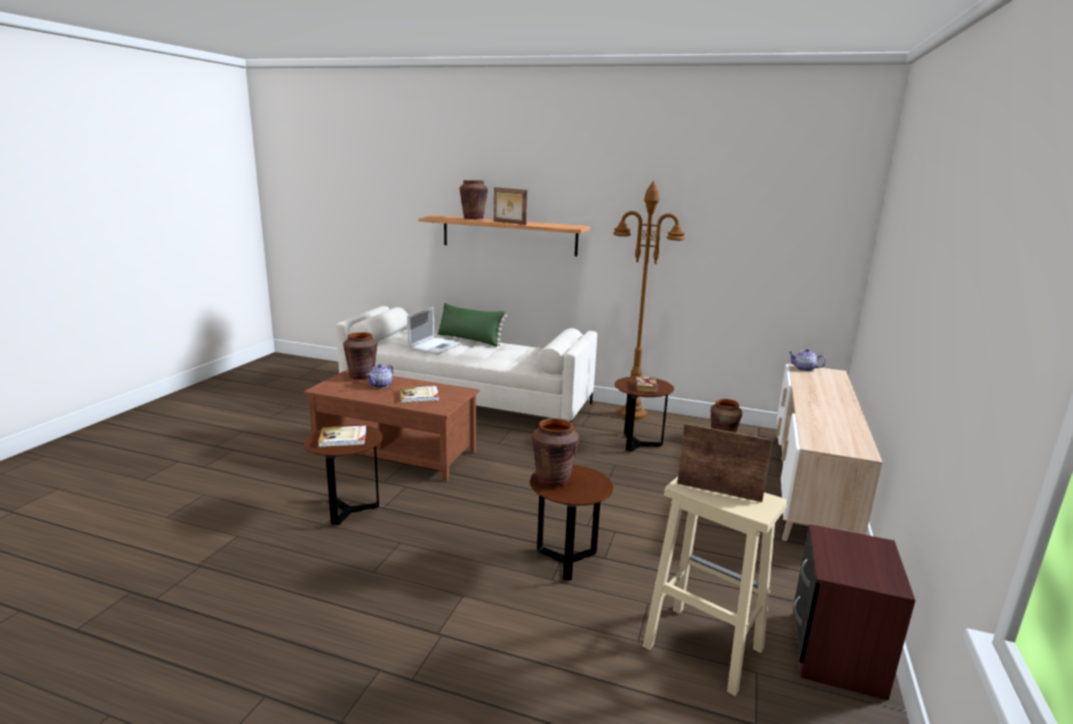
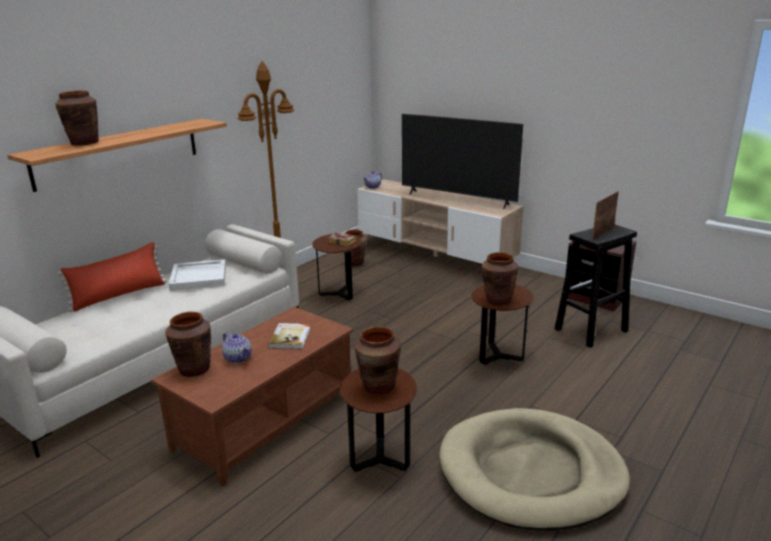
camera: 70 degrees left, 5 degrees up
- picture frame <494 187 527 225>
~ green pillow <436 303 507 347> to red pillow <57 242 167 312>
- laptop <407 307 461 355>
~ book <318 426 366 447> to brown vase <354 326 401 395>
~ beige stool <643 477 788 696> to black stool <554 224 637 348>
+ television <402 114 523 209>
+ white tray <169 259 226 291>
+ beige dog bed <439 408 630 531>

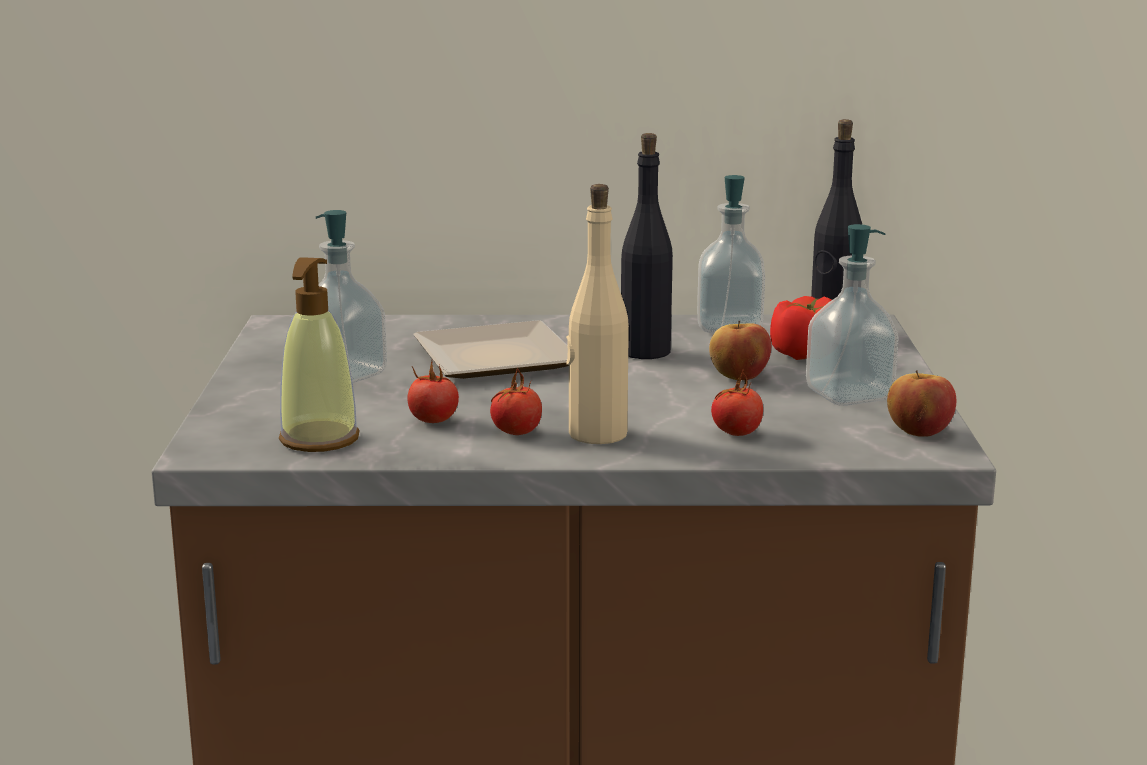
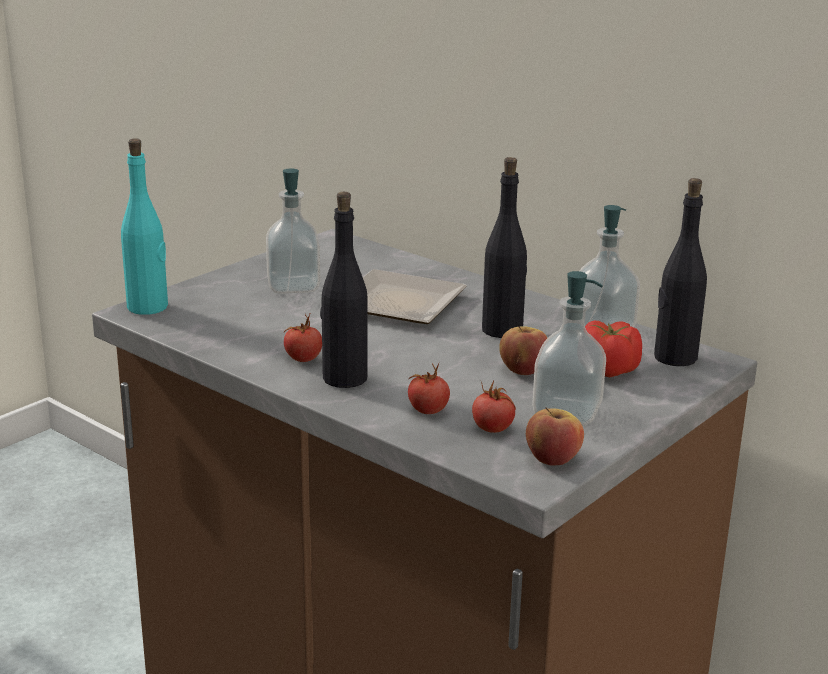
camera: 40 degrees right, 5 degrees up
~ beige bottle <566 184 629 444> to black bottle <320 192 368 388>
- soap dispenser <279 257 360 452>
~ tomato <407 361 459 423> to <472 381 516 433>
+ turquoise bottle <121 138 168 315>

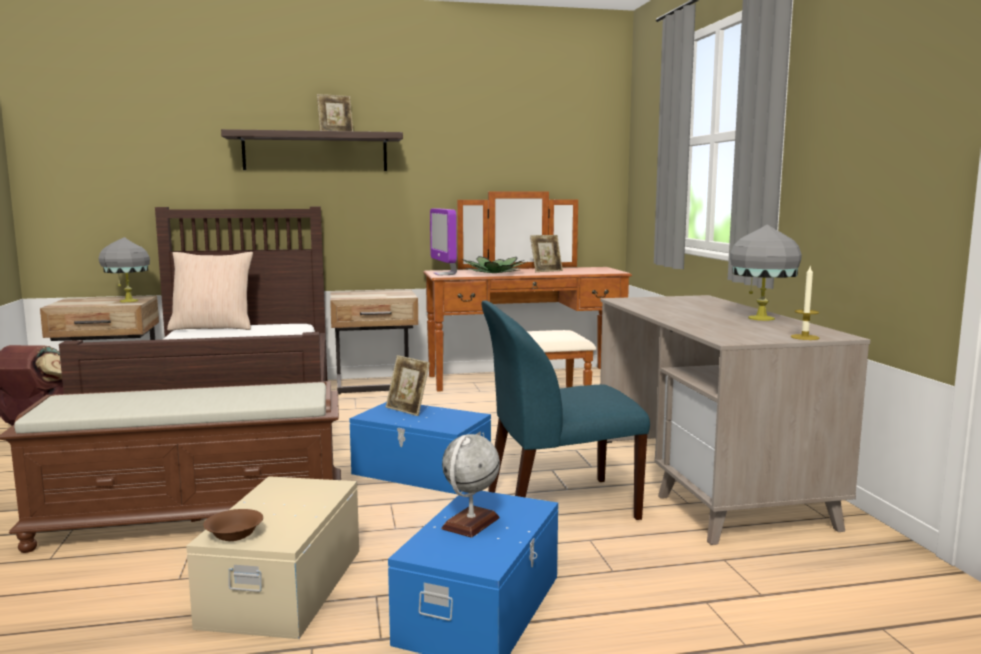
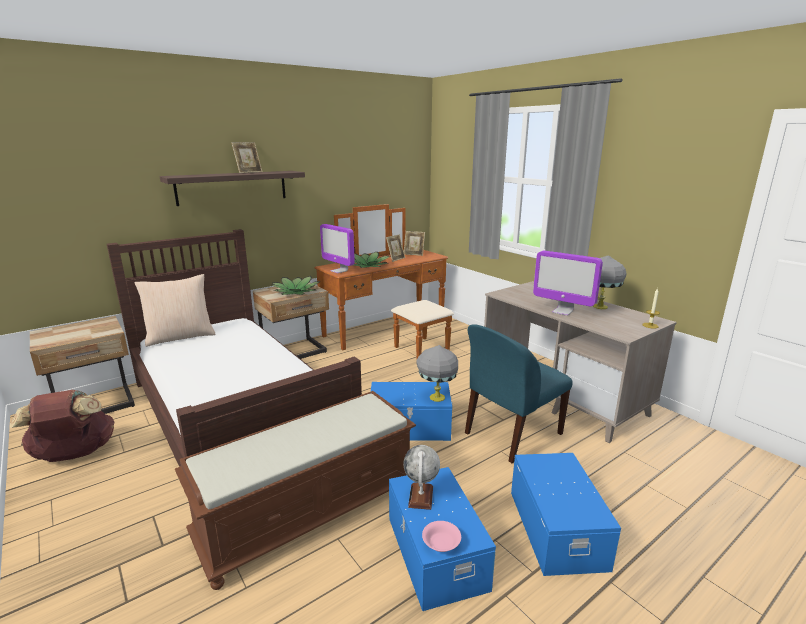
camera: 25 degrees left, 10 degrees up
~ grey table lamp <98 237 150 302> to <416 345 458 402>
~ picture frame <386 355 430 416> to <404 231 425 256>
~ globe <441 434 500 538> to <403 445 440 510>
~ beige storage box <186 476 359 639> to blue storage box <389 467 496 611>
~ brown bowl <203 509 263 541> to pink bowl <422 521 461 552>
+ monitor <533 251 603 316>
+ potted plant <272 276 320 295>

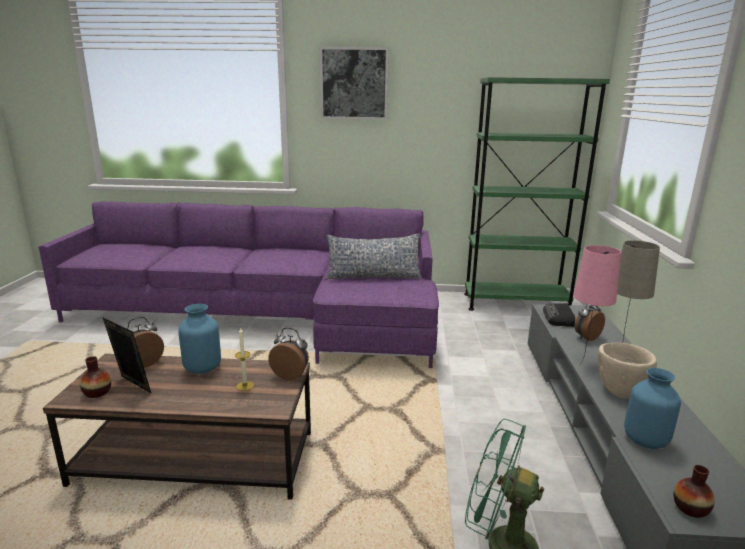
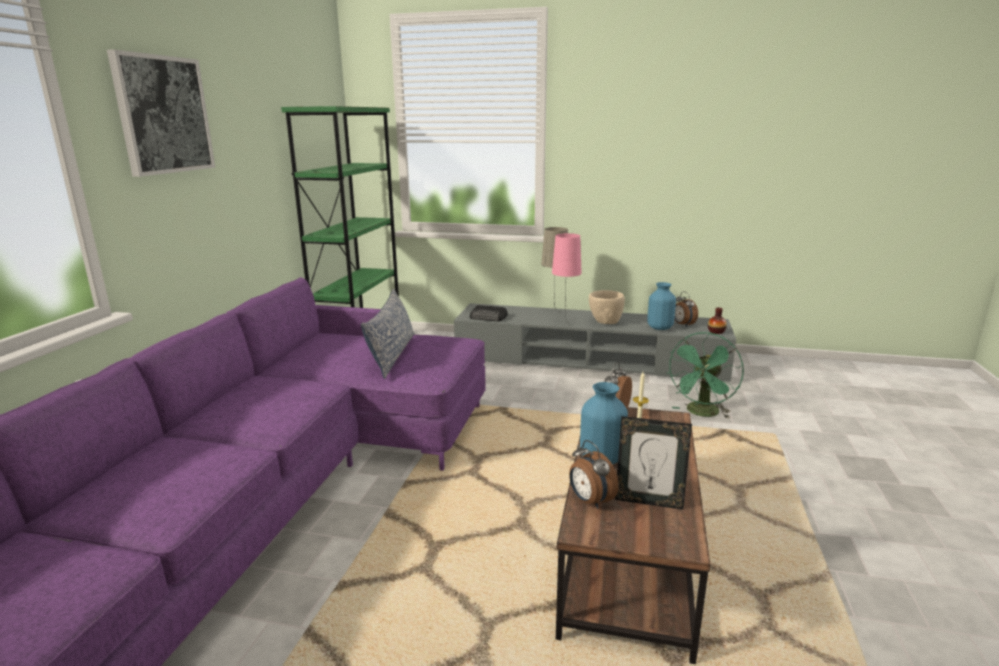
camera: 80 degrees left, 0 degrees up
~ alarm clock <575 304 605 341> to <674 291 698 327>
~ picture frame <103 318 152 394> = <615 416 692 510> 120 degrees counterclockwise
- vase <80 356 111 398>

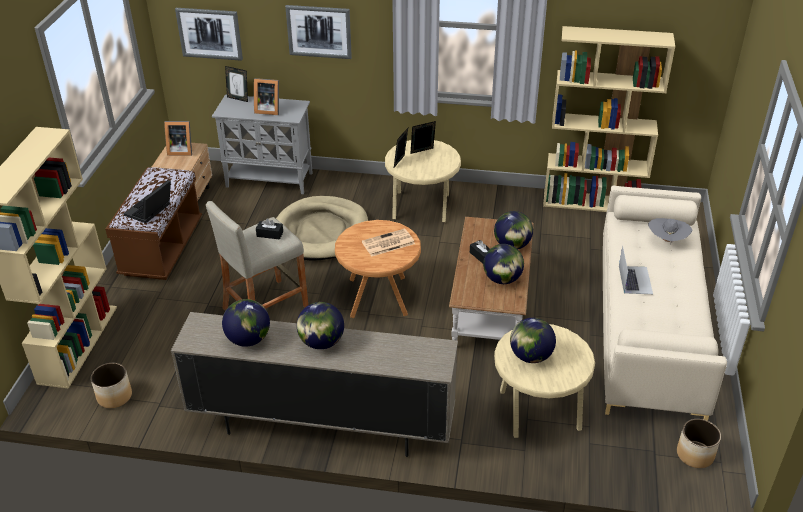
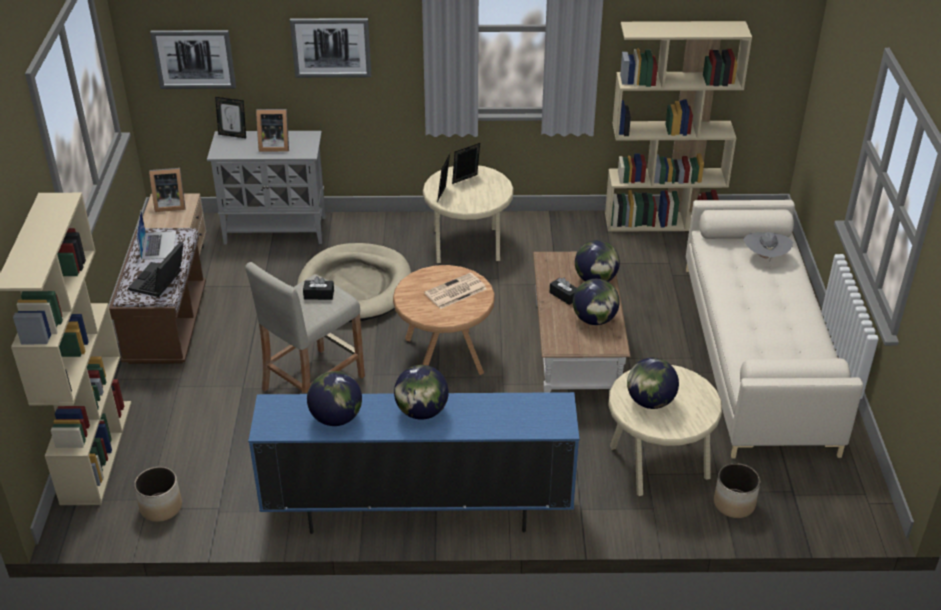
camera: 10 degrees left, 0 degrees up
~ laptop <619 246 653 294> to <136 211 176 260>
~ beige tv stand <171 312 458 457> to blue tv stand <248 392 579 534>
~ planter <677 419 721 468> to <714 463 760 518>

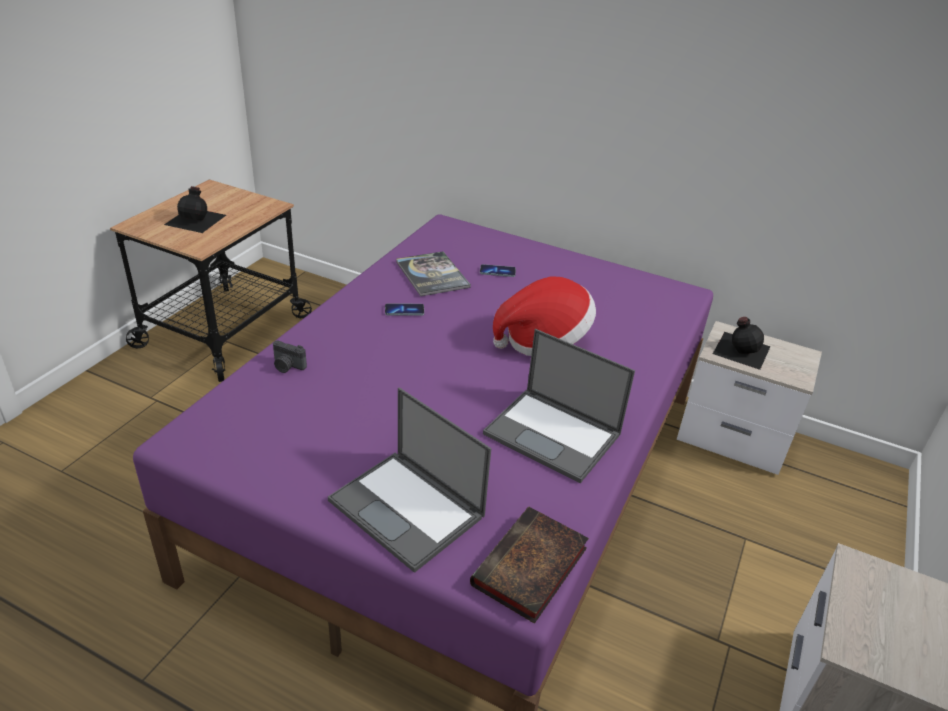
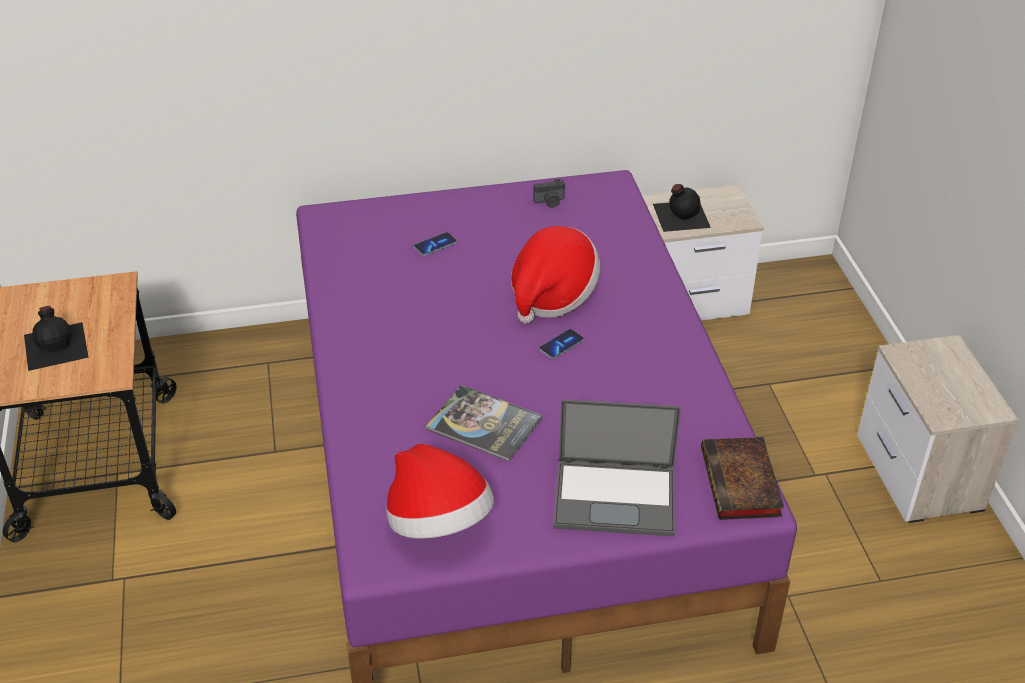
camera: 35 degrees left, 5 degrees up
~ book <396 251 471 296> to <426 385 542 462>
~ phone <385 303 424 316> to <539 329 584 359>
- laptop <483 329 635 483>
~ photo camera <273 340 307 373> to <533 179 565 208>
+ hat <386 444 494 539>

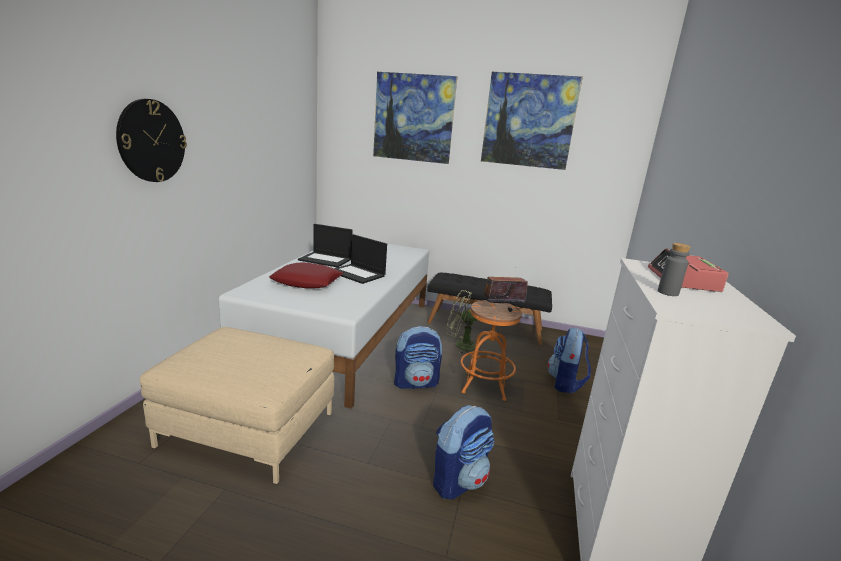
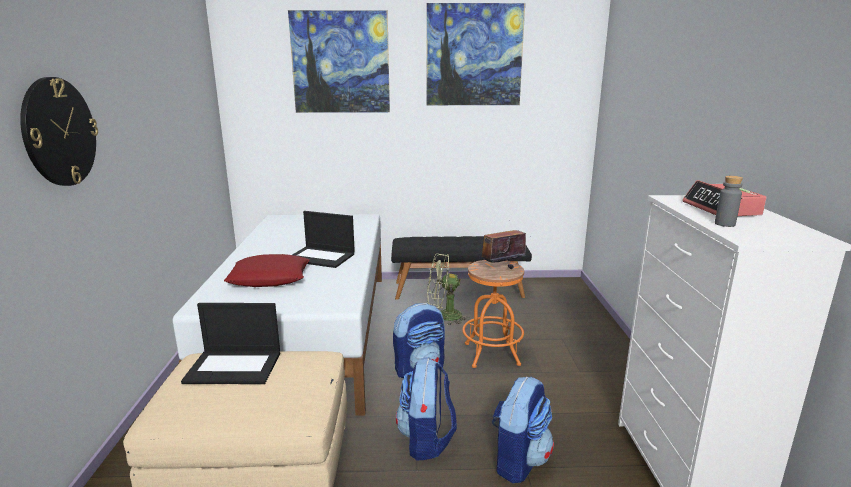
camera: 15 degrees left, 0 degrees up
~ laptop <298 224 352 268> to <181 303 280 384>
~ backpack <548 328 591 393> to <396 357 457 460>

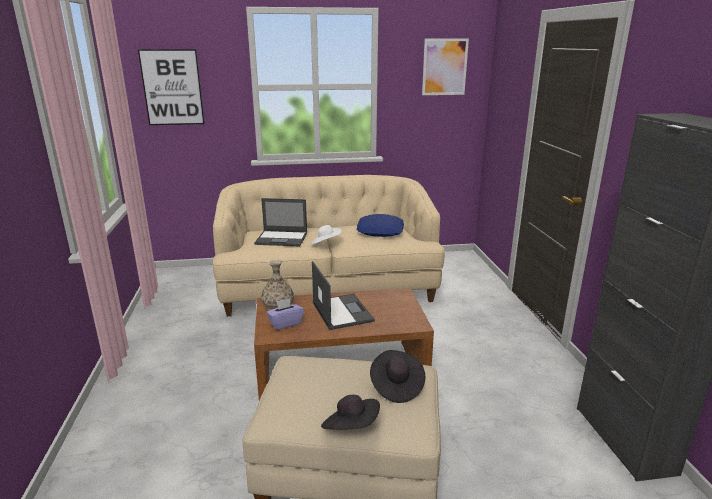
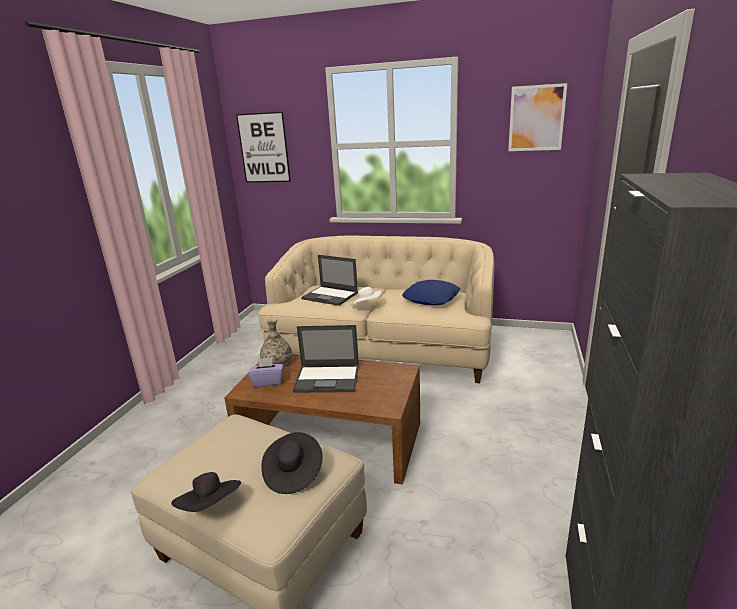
camera: 25 degrees right, 0 degrees up
~ laptop <312 261 375 330> = <292 325 359 393> 90 degrees clockwise

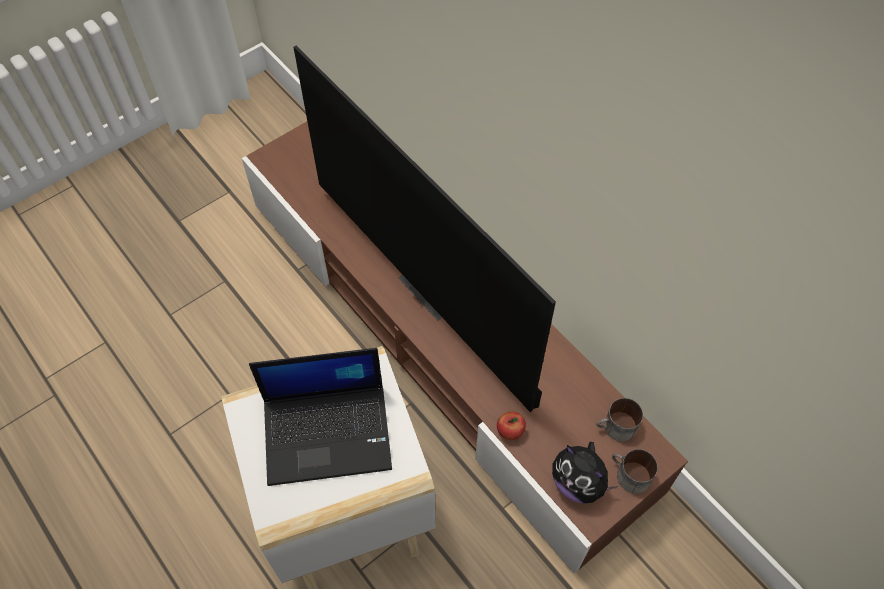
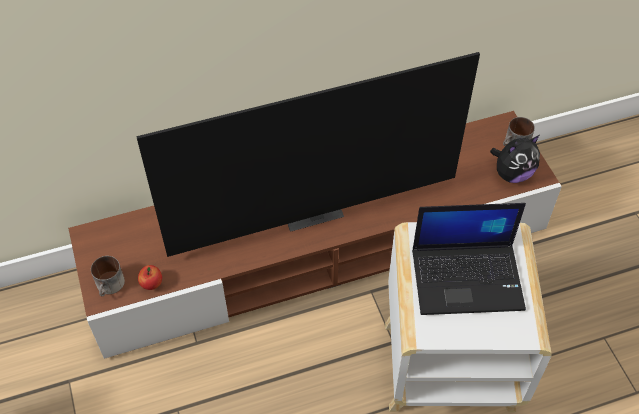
camera: 70 degrees left, 5 degrees down
~ laptop <249 348 392 486> = <412 203 526 315> 75 degrees clockwise
~ mug <596 398 643 441> to <91 256 125 296>
~ apple <497 412 526 440> to <138 265 162 290>

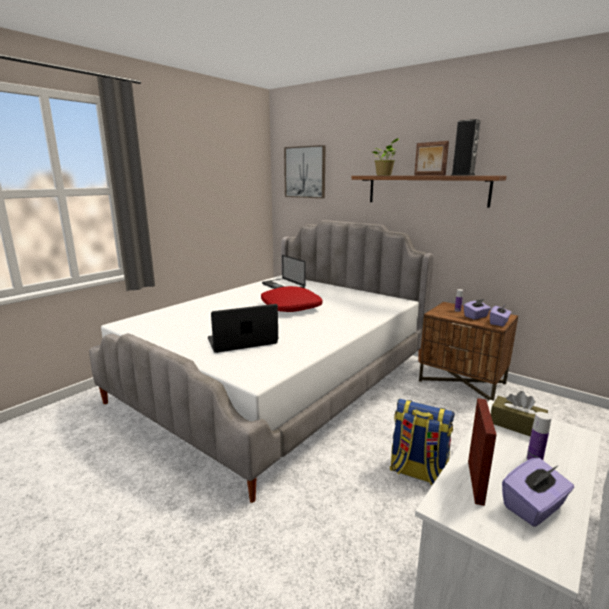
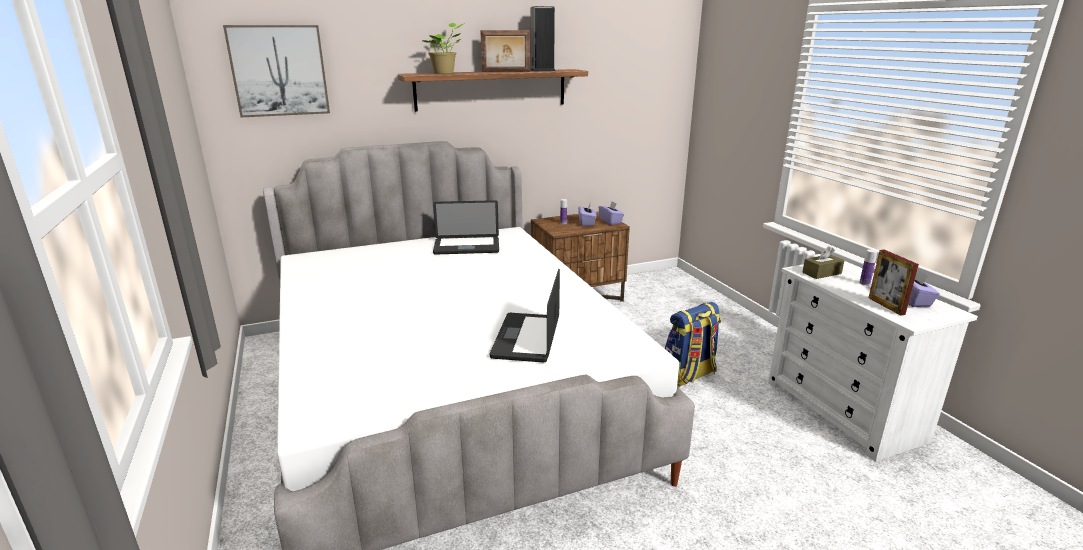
camera: 60 degrees left, 5 degrees up
~ laptop <262 255 306 289> to <433 200 499 254>
- red pillow <261 286 323 312>
~ picture frame <468 398 497 506> = <869 249 919 316> 150 degrees counterclockwise

